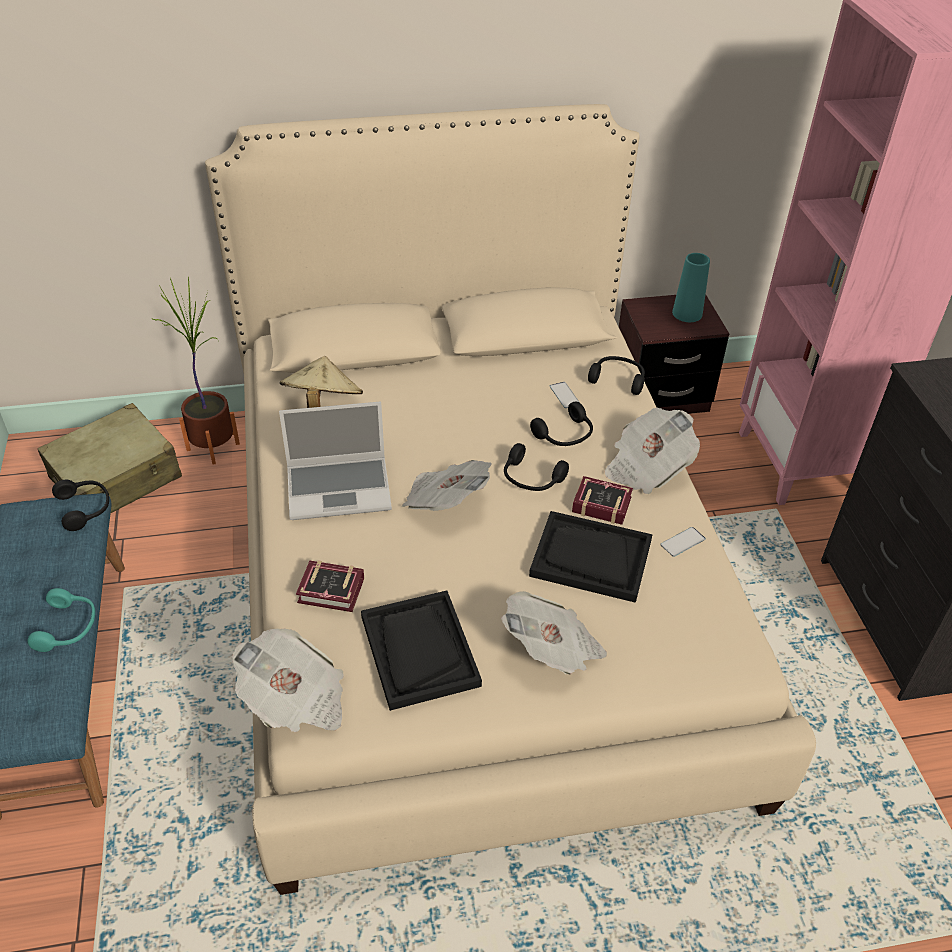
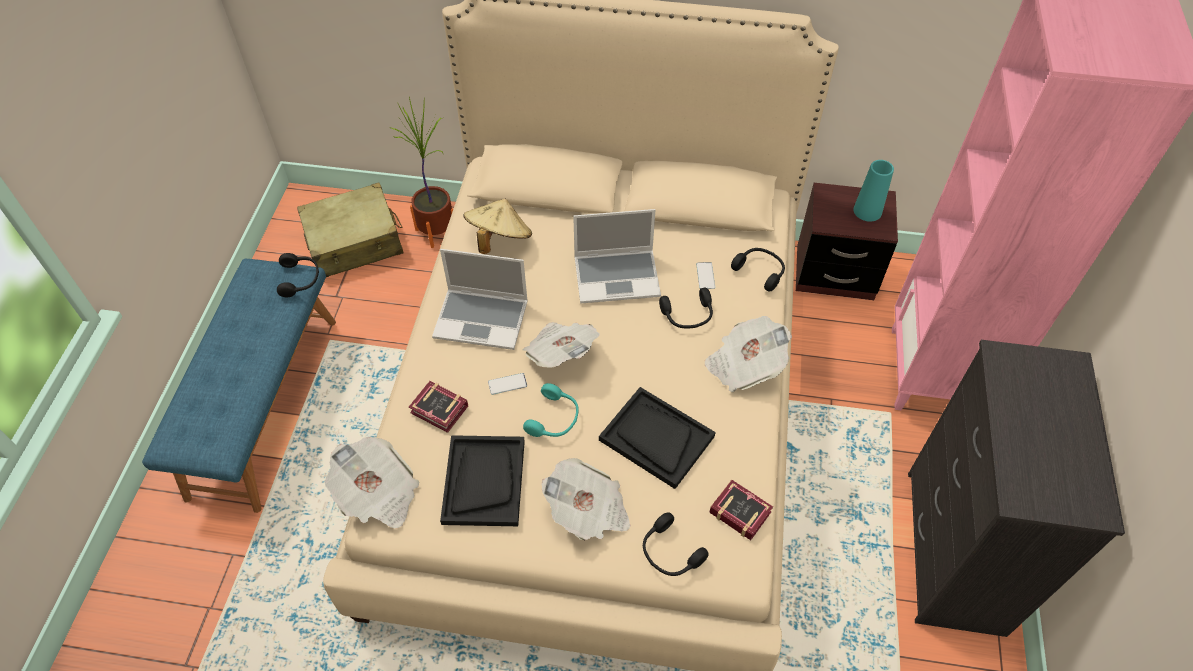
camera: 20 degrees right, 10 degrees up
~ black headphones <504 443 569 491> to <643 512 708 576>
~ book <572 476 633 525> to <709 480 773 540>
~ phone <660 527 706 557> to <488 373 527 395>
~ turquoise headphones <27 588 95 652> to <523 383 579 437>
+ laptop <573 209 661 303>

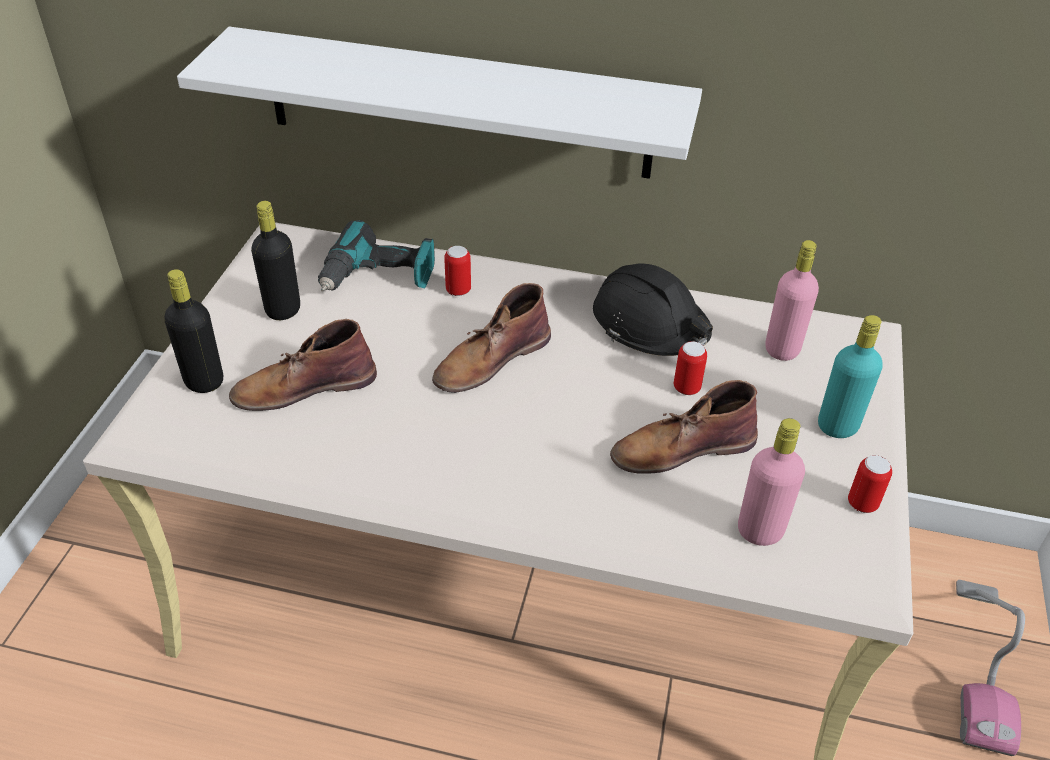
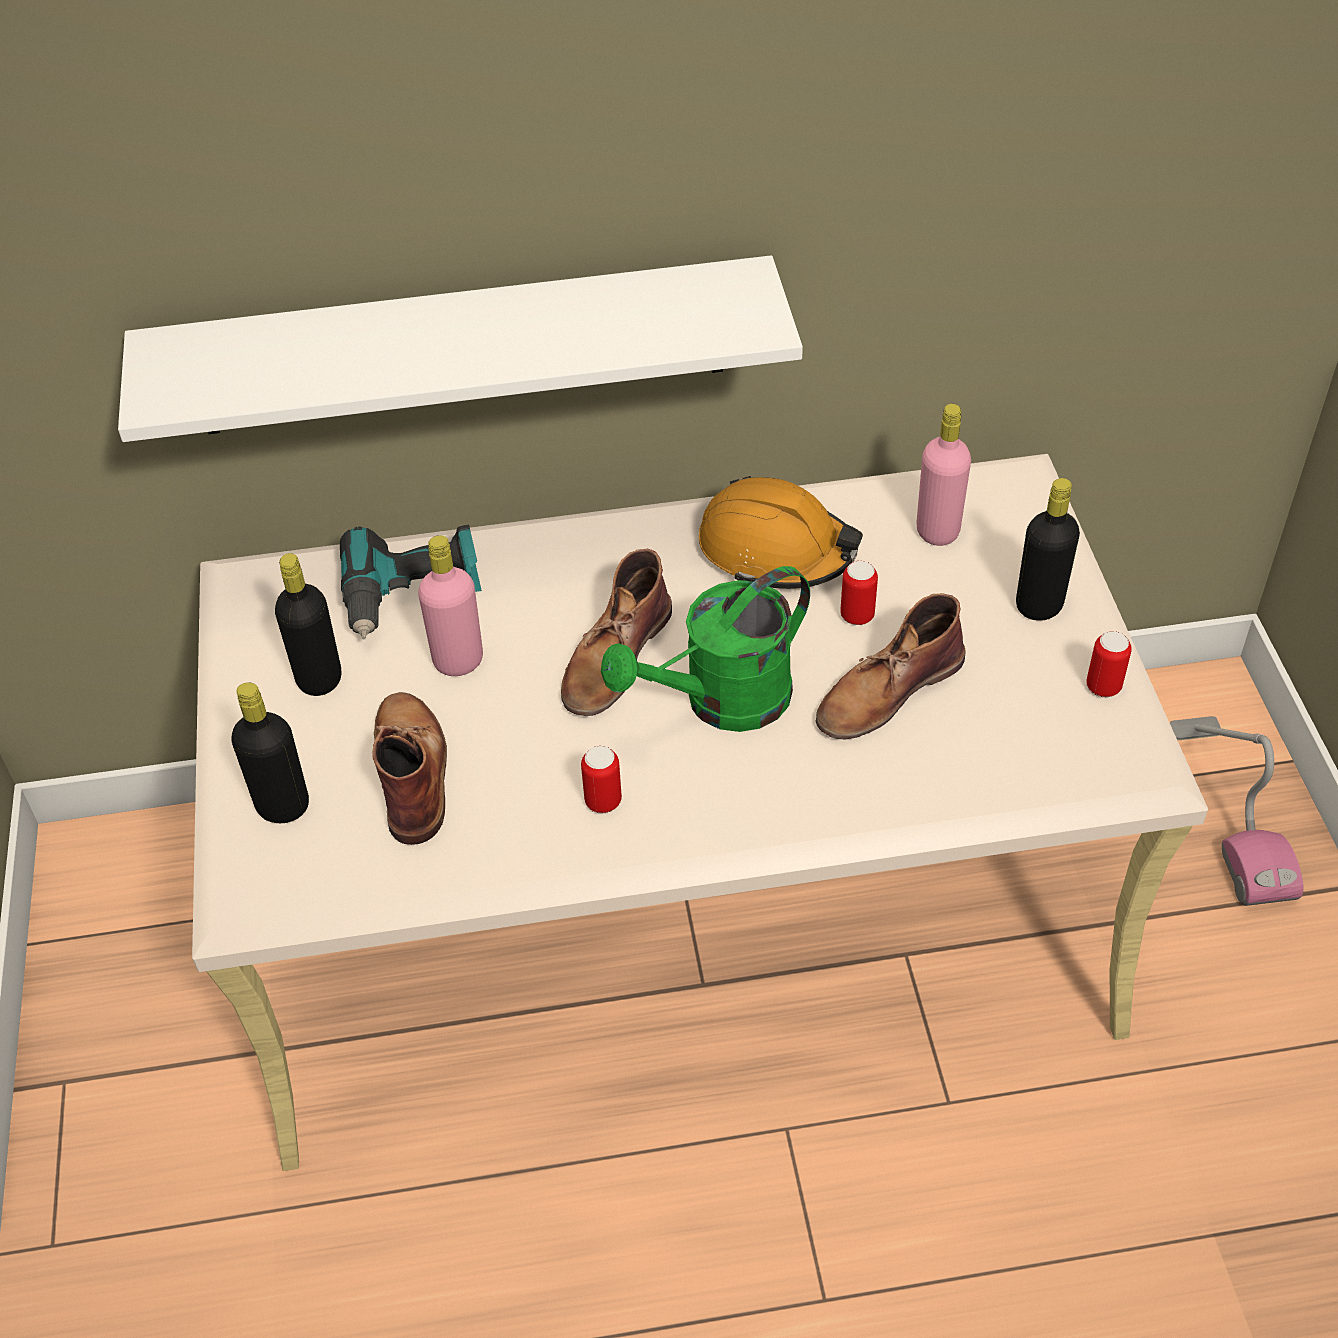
camera: 20 degrees left, 5 degrees up
~ can <444 246 471 296> to <581 746 622 813>
~ black hard hat <593 264 713 356> to orange hard hat <699 476 863 589>
~ turquoise bottle <818 315 883 438> to black bottle <1016 478 1080 621>
~ brown boot <229 319 377 411> = <372 692 447 845> 120 degrees clockwise
~ pink bottle <738 418 805 546> to <418 535 483 676>
+ green watering can <601 566 810 732>

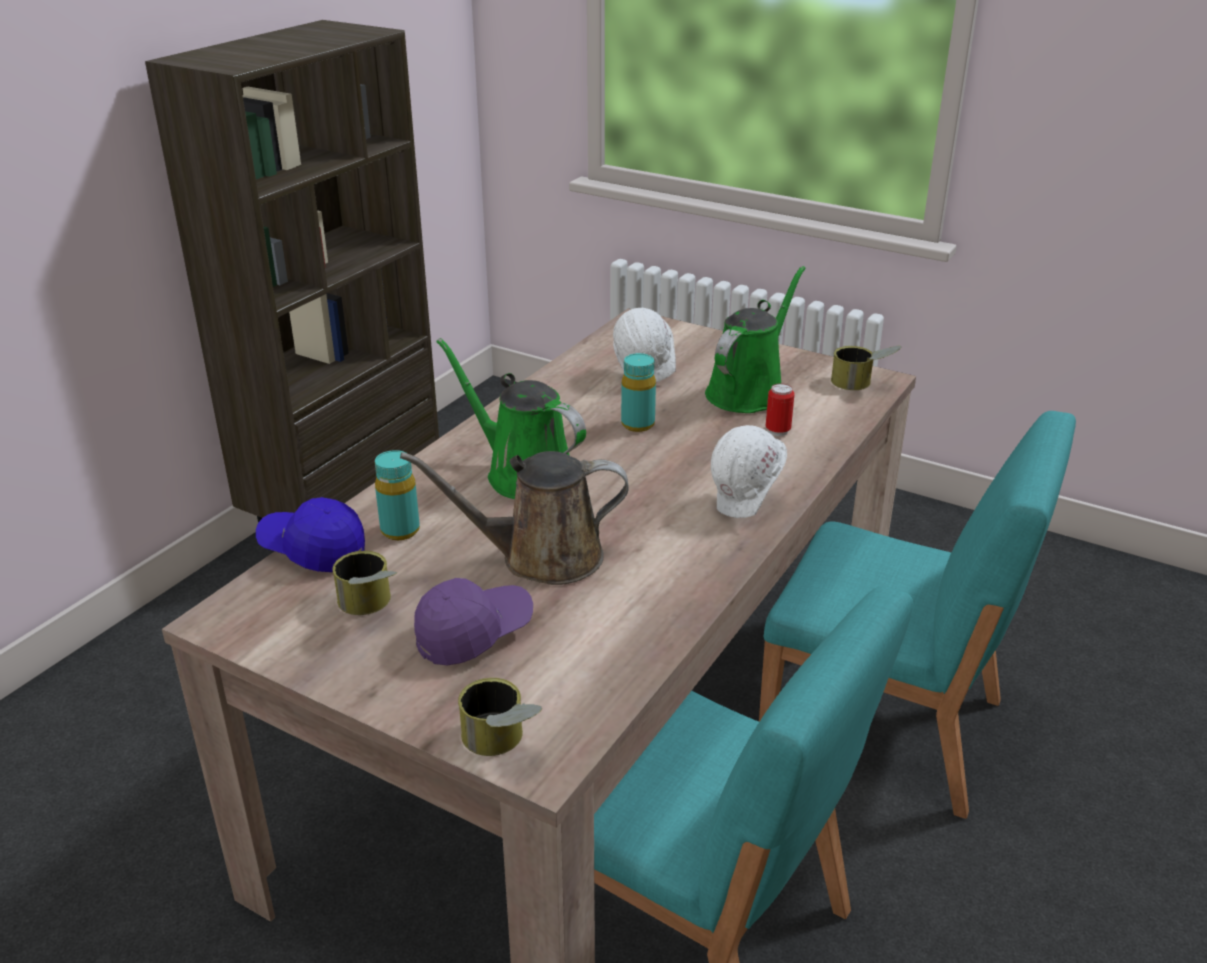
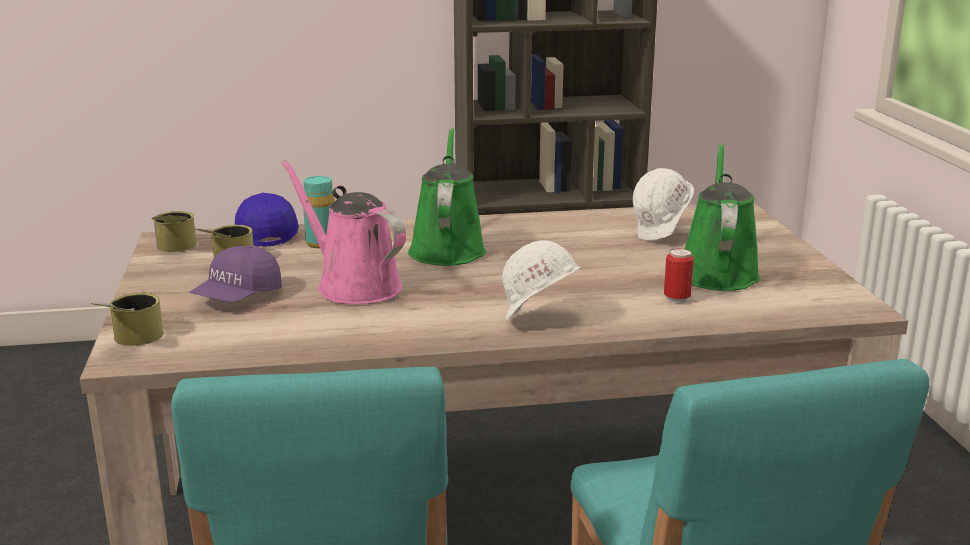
camera: 50 degrees right, 10 degrees down
~ green watering can <705 266 806 413> = <685 143 761 291> 75 degrees counterclockwise
~ can <831 346 901 390> to <152 211 197 252>
- turquoise bottle <621 353 656 432>
~ brown watering can <400 451 629 585> to pink watering can <281 160 406 304>
~ purple cap <414 578 533 665> = <190 246 282 303> 105 degrees clockwise

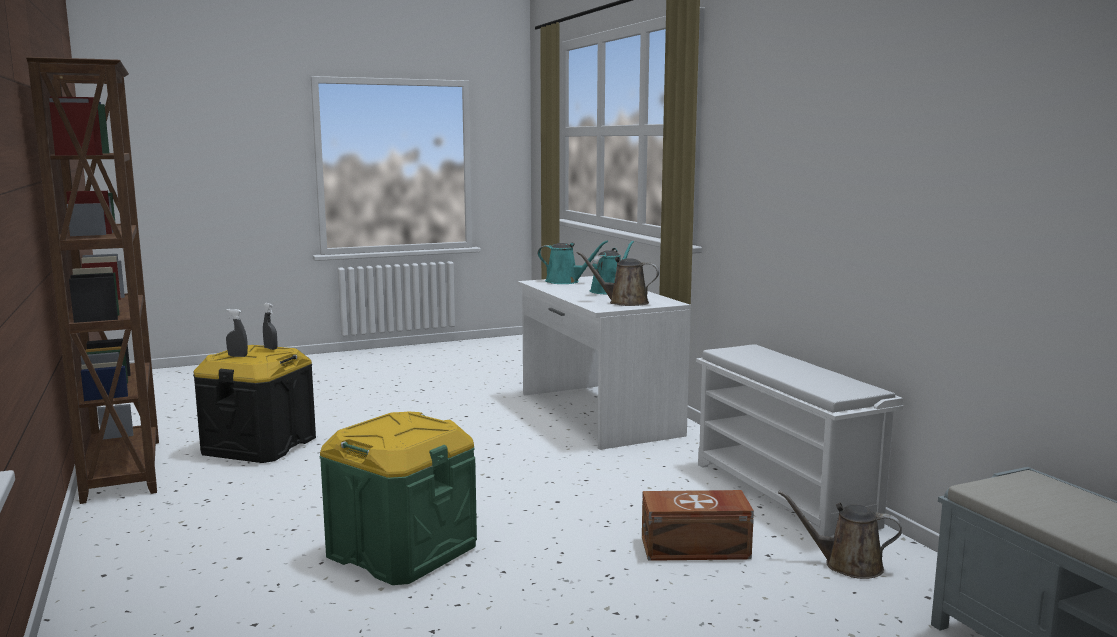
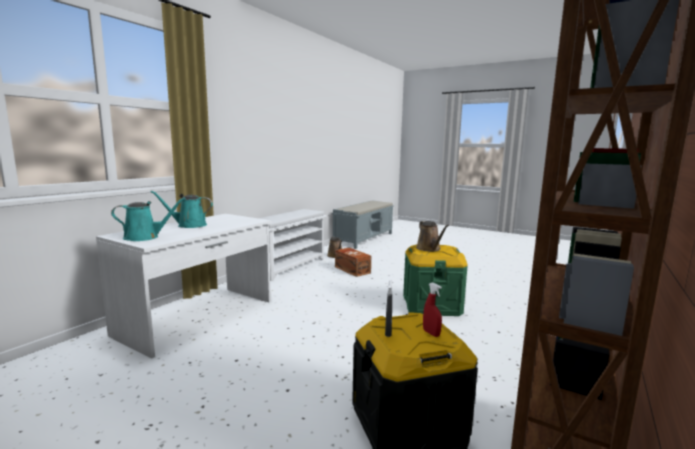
camera: 125 degrees left, 0 degrees up
~ turquoise watering can <537 241 608 284> = <111 197 186 241> 90 degrees clockwise
~ brown watering can <576 251 659 306> to <416 221 449 251>
~ grey spray bottle <226 309 248 357> to red spray bottle <423 282 442 337>

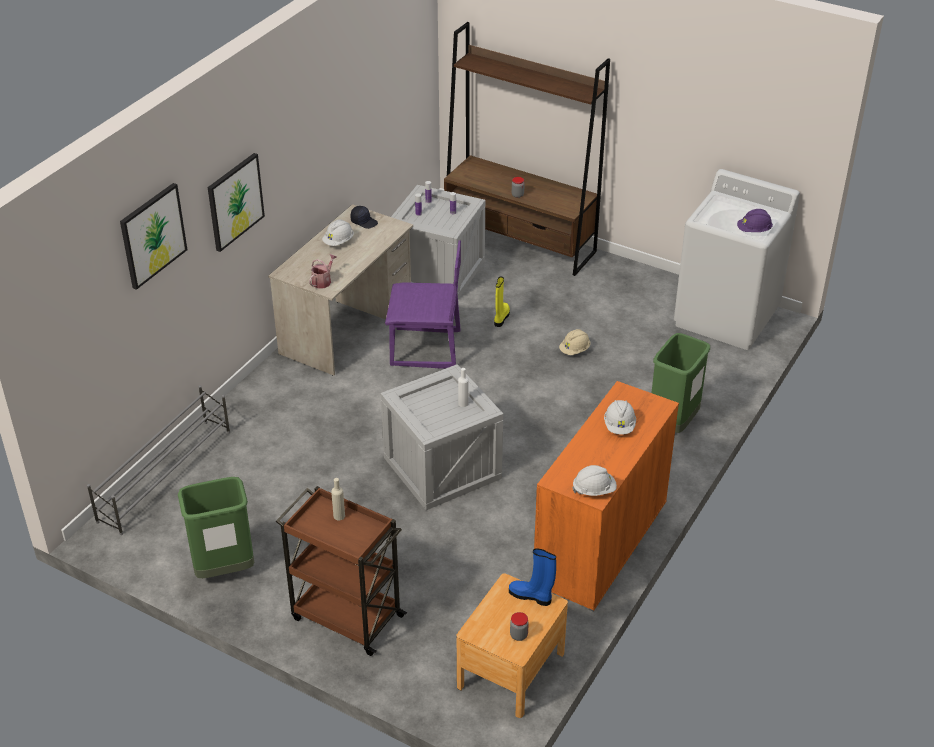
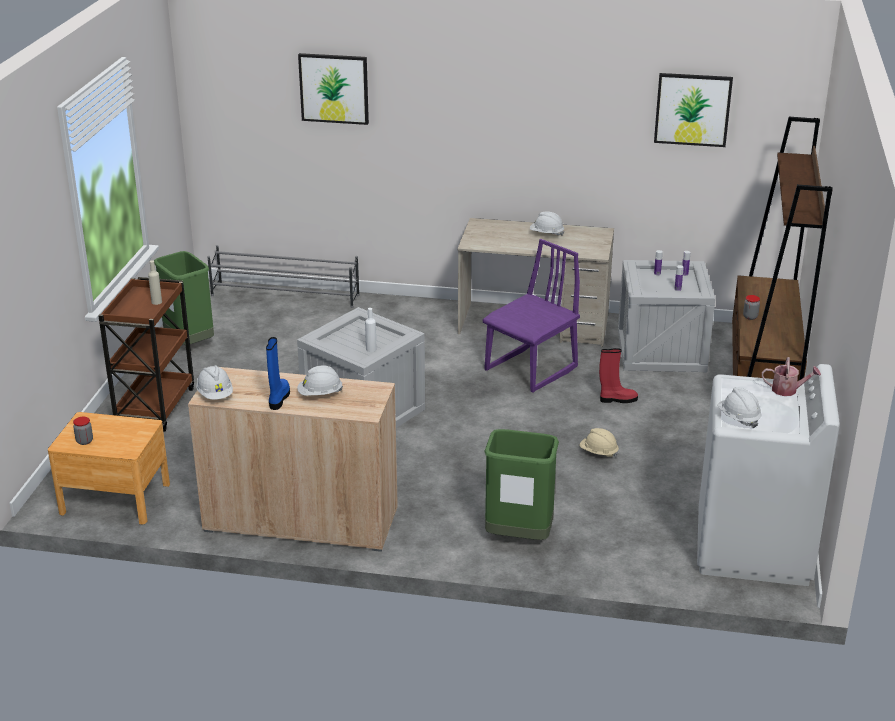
camera: 70 degrees right, 10 degrees down
~ picture <208 153 265 252> to <654 73 733 147>
- black cap <350 206 378 229>
~ purple hard hat <737 209 773 232> to white hard hat <717 387 762 428>
~ purple chair <385 240 461 369> = <482 239 580 393> 120 degrees counterclockwise
~ watering can <309 254 337 289> to <762 357 821 396>
~ yellow boot <494 277 510 327> to red boot <599 348 638 403>
~ orange cabinet <534 381 679 611> to beige cabinet <188 367 398 552>
~ blue boot <509 548 556 606> to <266 337 290 410>

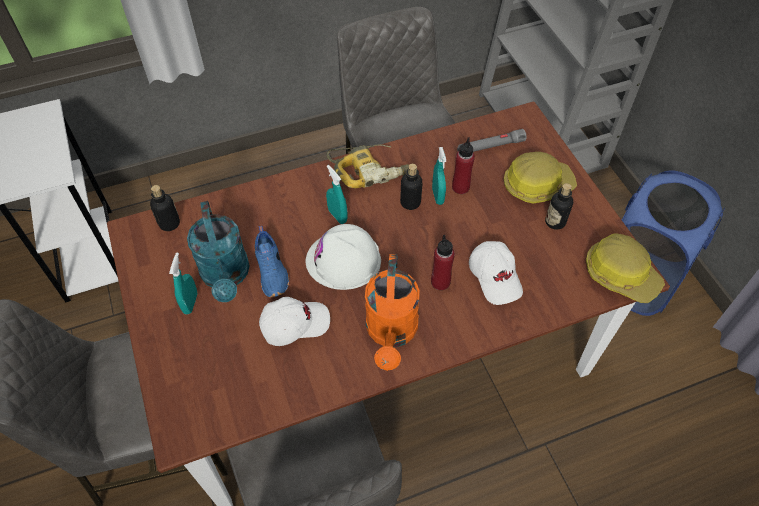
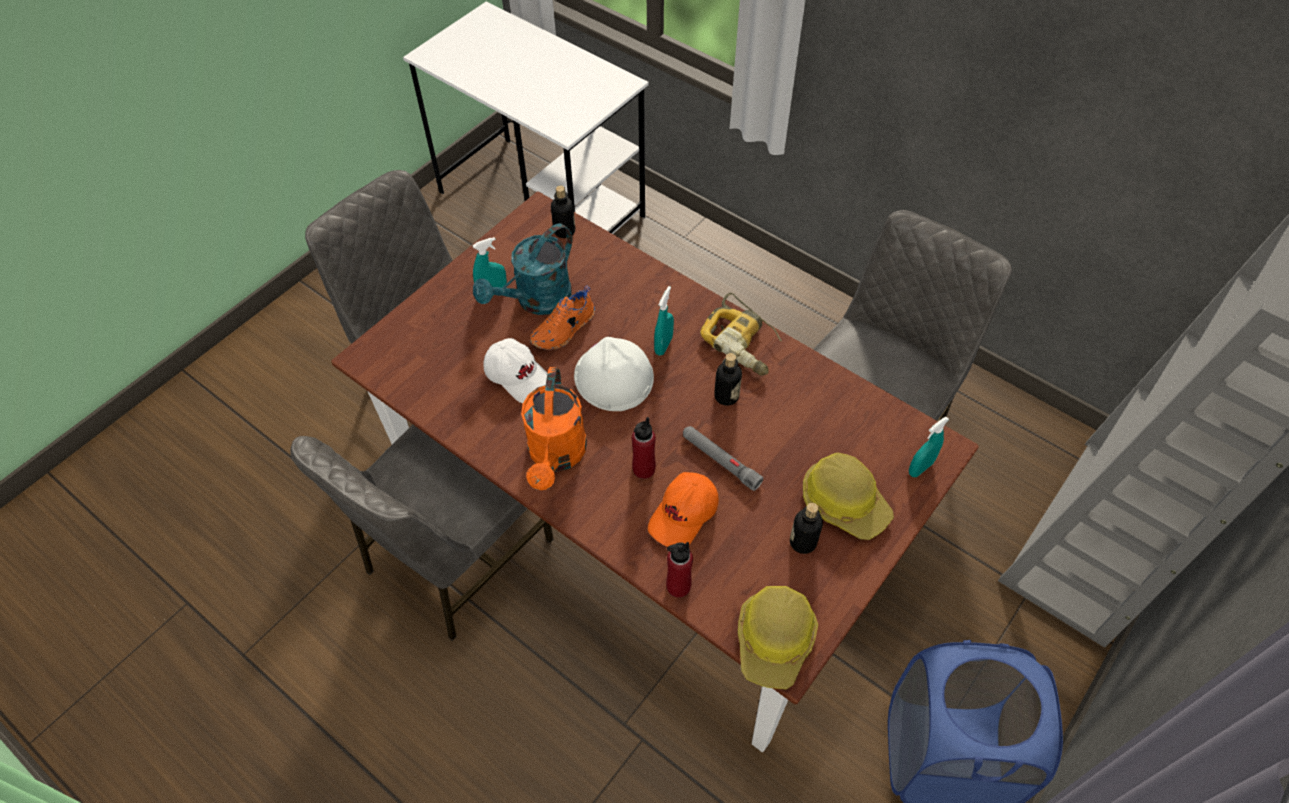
camera: 60 degrees right, 0 degrees up
~ grey flashlight <457 129 527 152> to <683 426 763 491>
~ red bottle <452 137 475 194> to <666 542 693 598>
~ turquoise spray bottle <432 147 446 205> to <909 417 949 477>
~ blue shoe <255 226 289 297> to orange shoe <530 286 595 350>
~ white cap <469 241 523 305> to orange cap <648 472 719 547>
~ orange watering can <365 254 420 371> = <521 367 587 490> 60 degrees counterclockwise

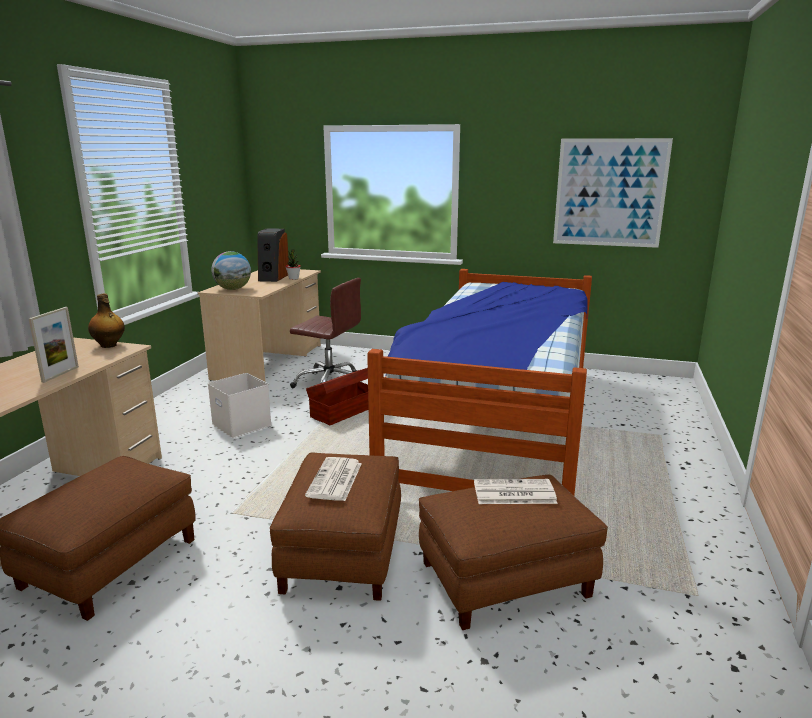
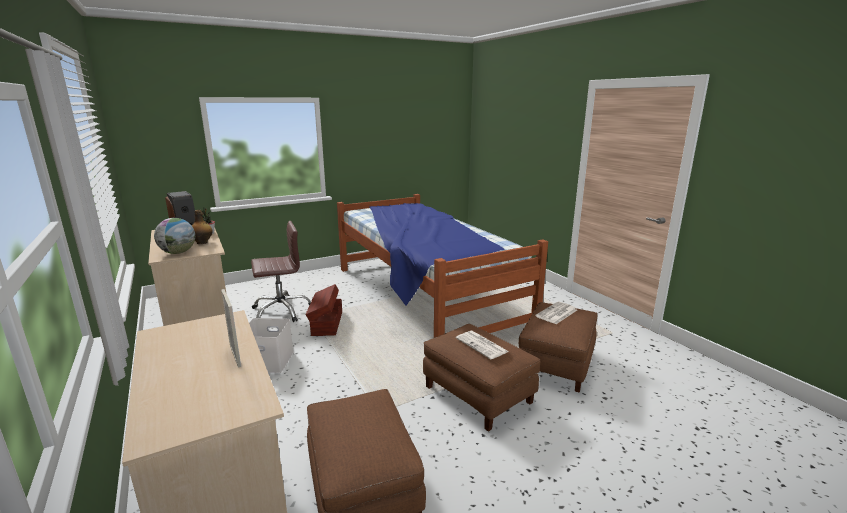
camera: 45 degrees left, 0 degrees up
- picture <553 138 673 248>
~ bottle <88 294 125 348> to <192 210 213 244>

